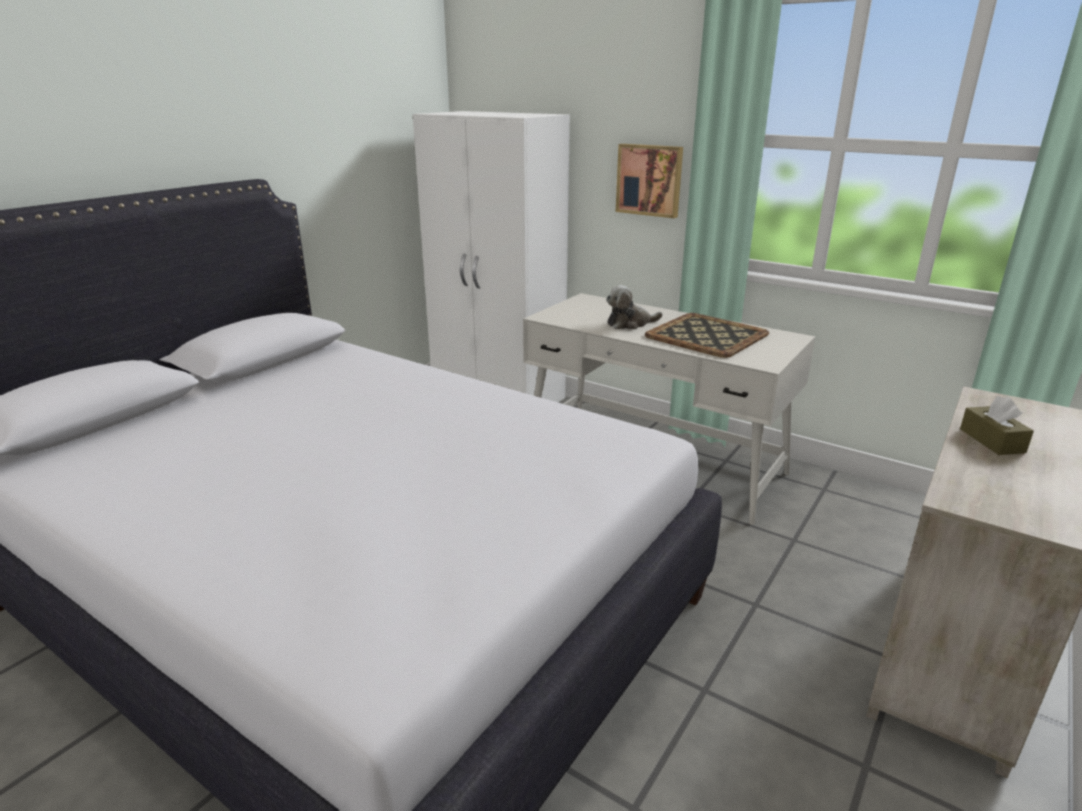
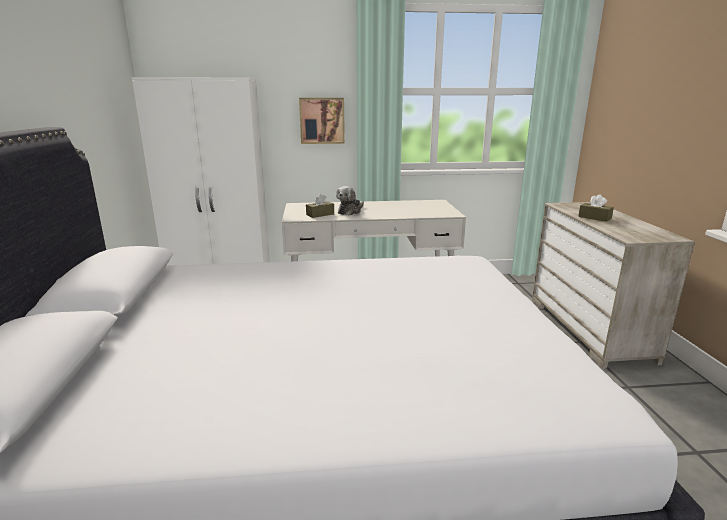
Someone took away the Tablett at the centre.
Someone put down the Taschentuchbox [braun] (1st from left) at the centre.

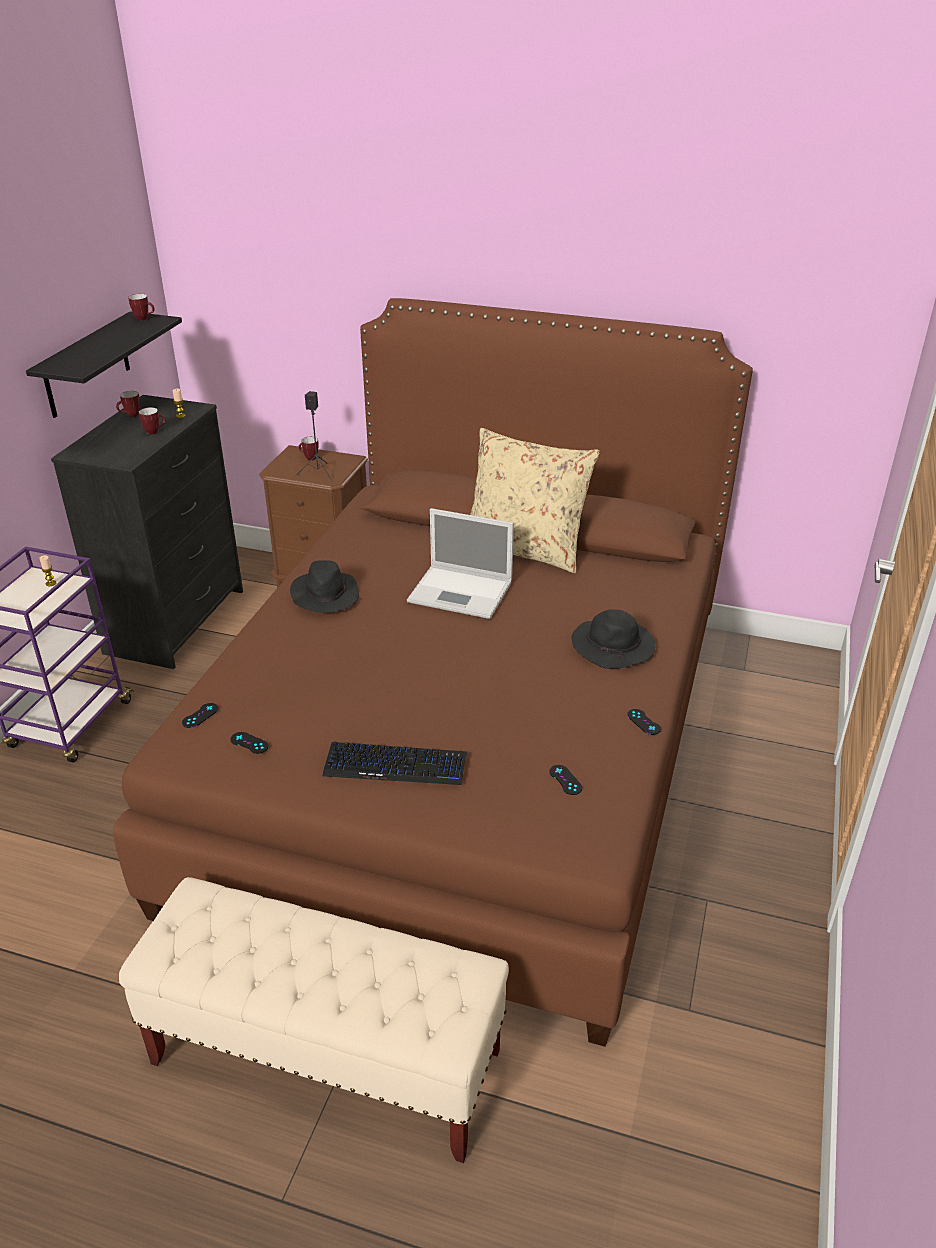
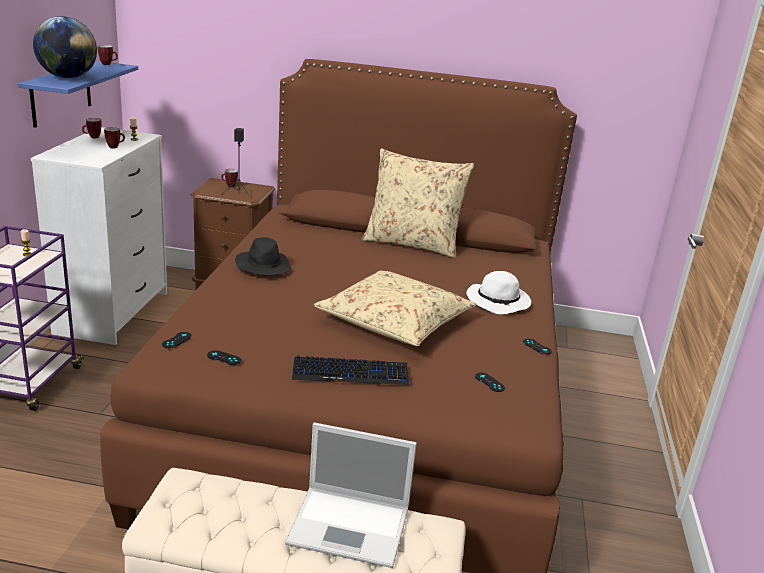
Someone repainted the Wandregal [schwarz] at the top left, which became the Wandregal [blau] at the top left.
Someone repainted the Kommode [schwarz] at the middle left, which became the Kommode [weiß] at the middle left.
Someone carried the Laptop from the centre to the bottom centre.
Someone repainted the Hut [schwarz] (2nd from left) at the centre, which became the Hut [weiß] at the centre.
Someone put down the Globus at the top left.
Someone put down the Kissen [beige] (1st from left) at the centre.

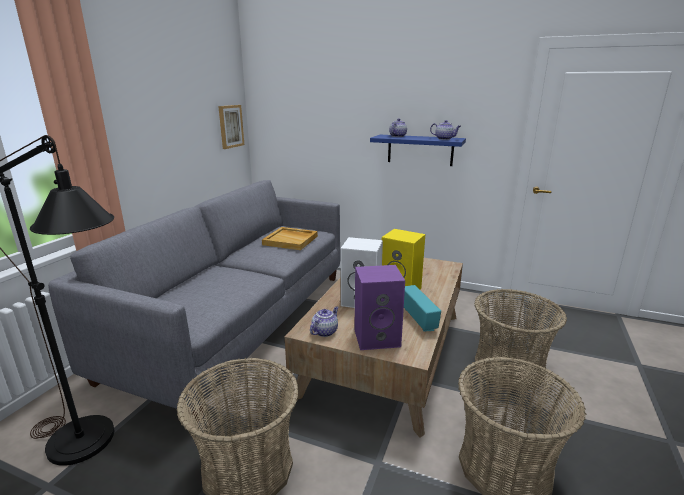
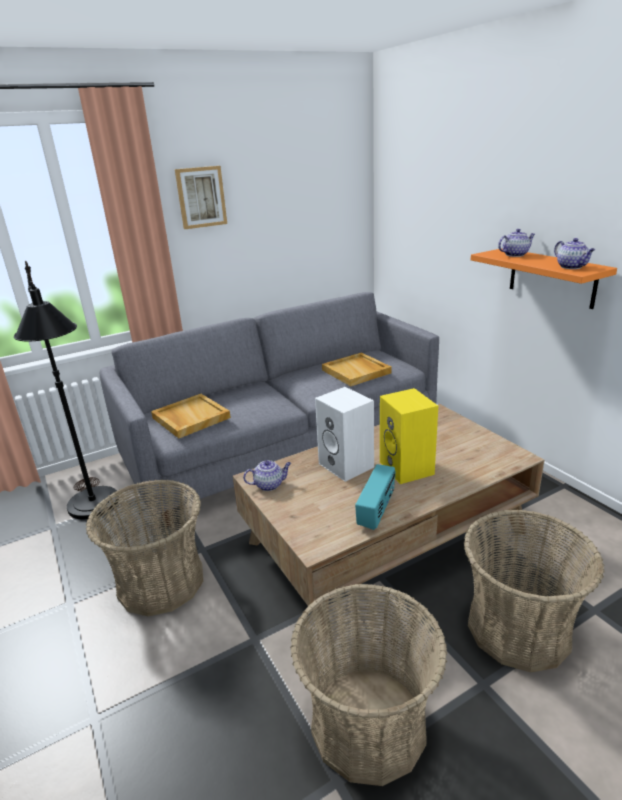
Someone carried the Bild from the top centre to the top left.
Someone took away the Lautsprecher [lila] at the centre.
Someone repainted the Wandregal [blau] at the top centre, which became the Wandregal [orange] at the middle right.
Someone put down the Tablett [beige] (1st from left) at the middle left.

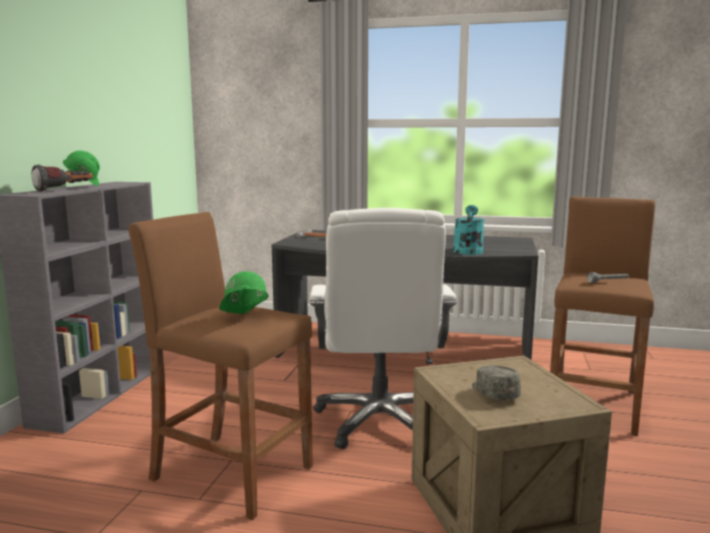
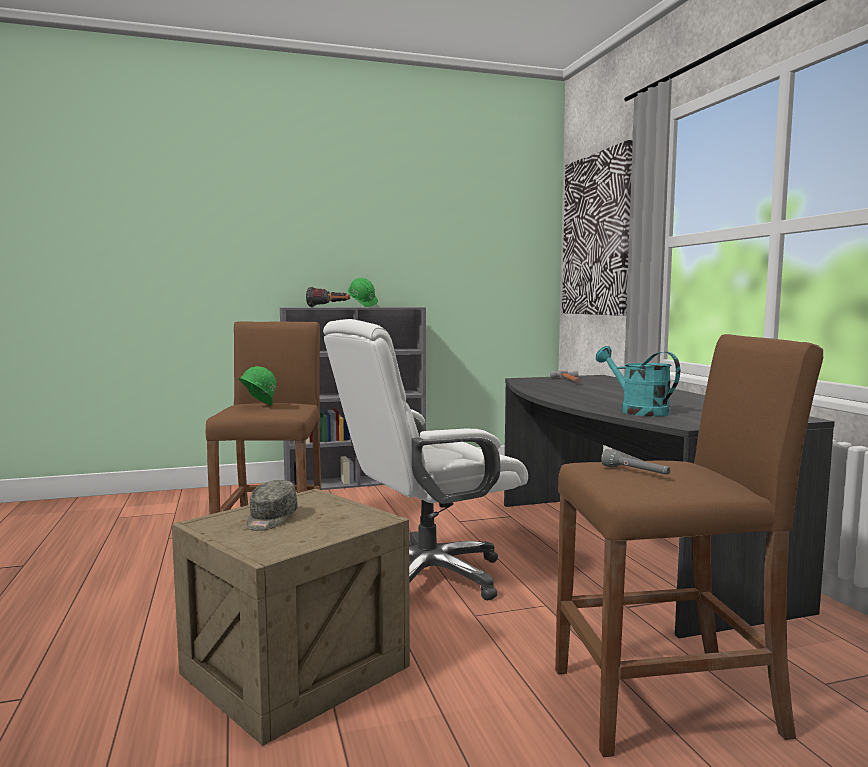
Someone rotated the Gießkanne [türkis] at the centre by 105 degrees counterclockwise.
Someone rotated the Kappe [grau] at the bottom right by 150 degrees clockwise.
Someone put up the Bild at the top right.

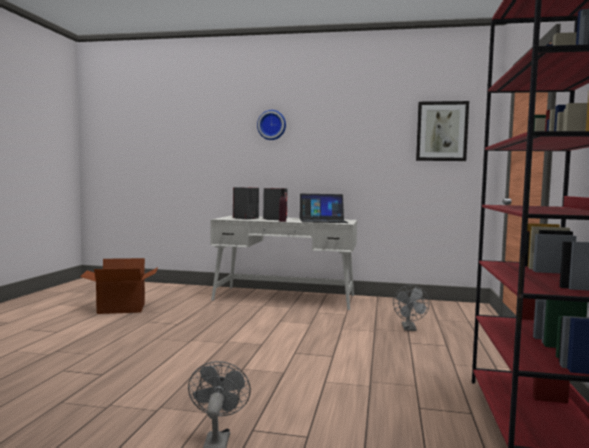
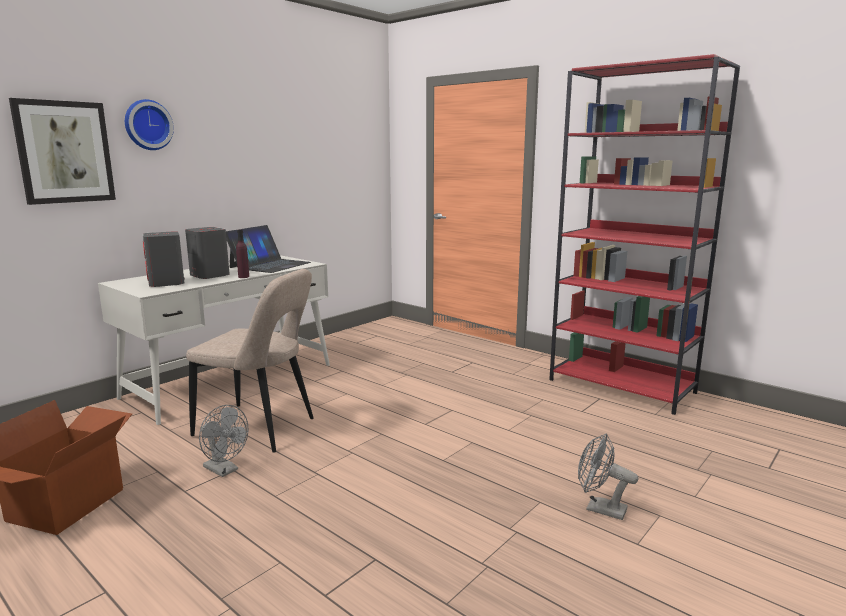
Someone carried the Ventilator [grau] (2nd from left in the first image) from the bottom right to the bottom left.
Someone carried the Bild from the top right to the top left.
Someone put down the Stuhl [beige] at the middle left.

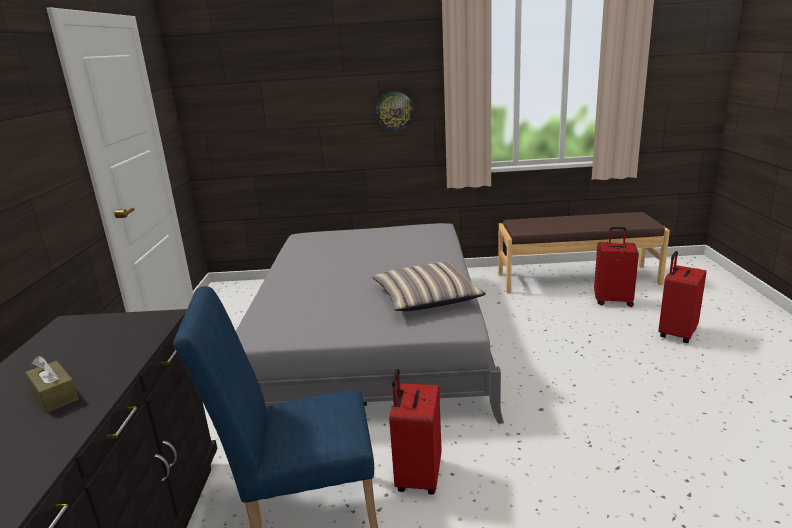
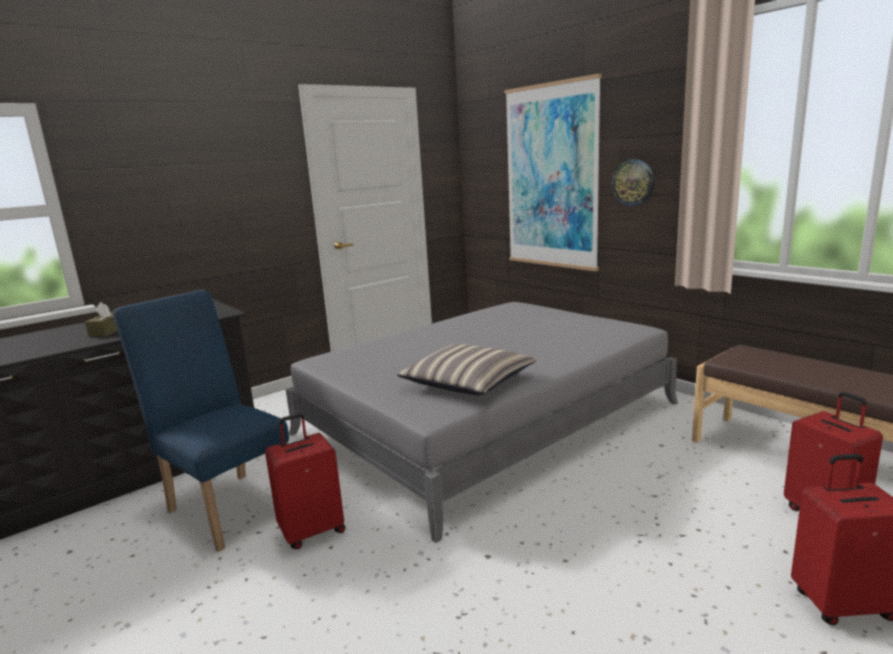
Someone put up the Bild at the top centre.

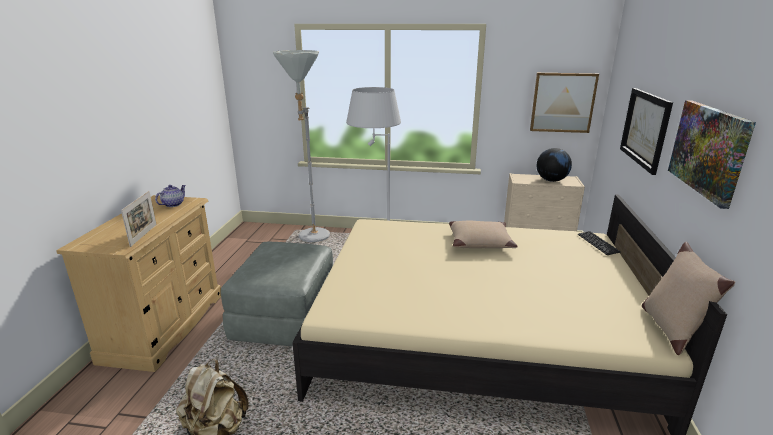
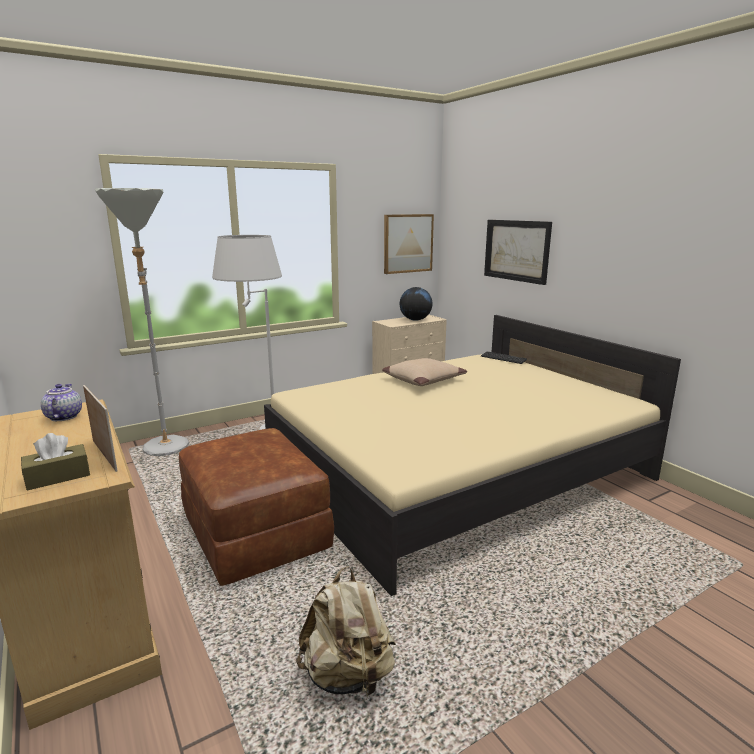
Someone repainted the Polsterhocker [grau] at the bottom centre, which became the Polsterhocker [braun] at the bottom centre.
Someone took away the Kissen [beige] (2nd from left) at the bottom right.
Someone took away the Bild (3rd from left) at the middle right.
Someone put down the Taschentuchbox [braun] at the middle left.

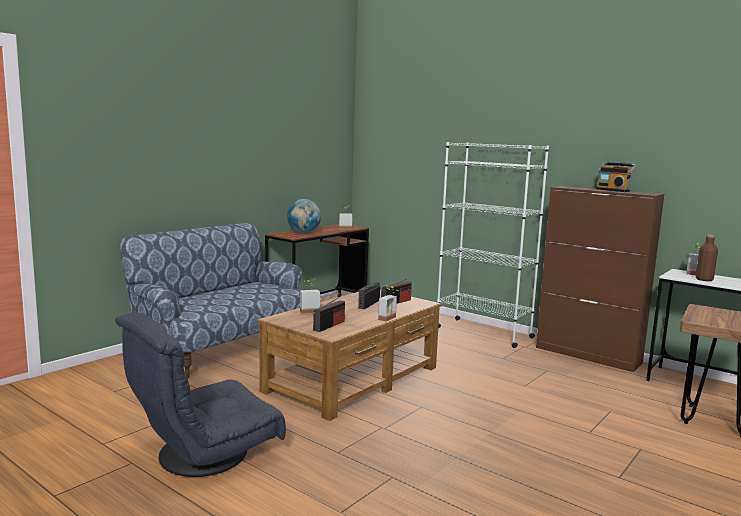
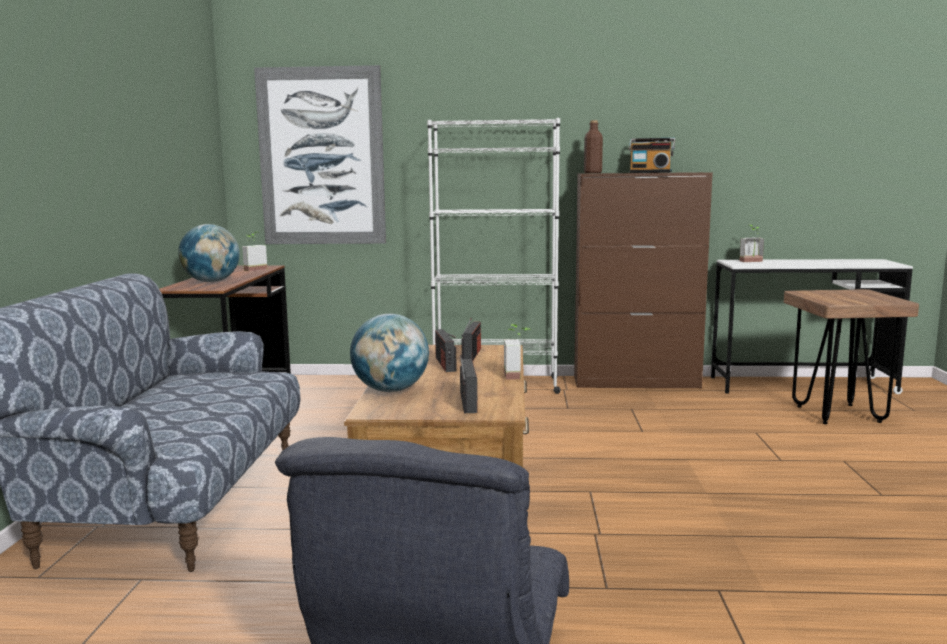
Someone swapped the Topfpflanze (1st from left) at the centre for the Globus (2nd from left) at the centre.
Someone carried the Flasche [braun] from the middle right to the top centre.
Someone put up the Bild at the top centre.

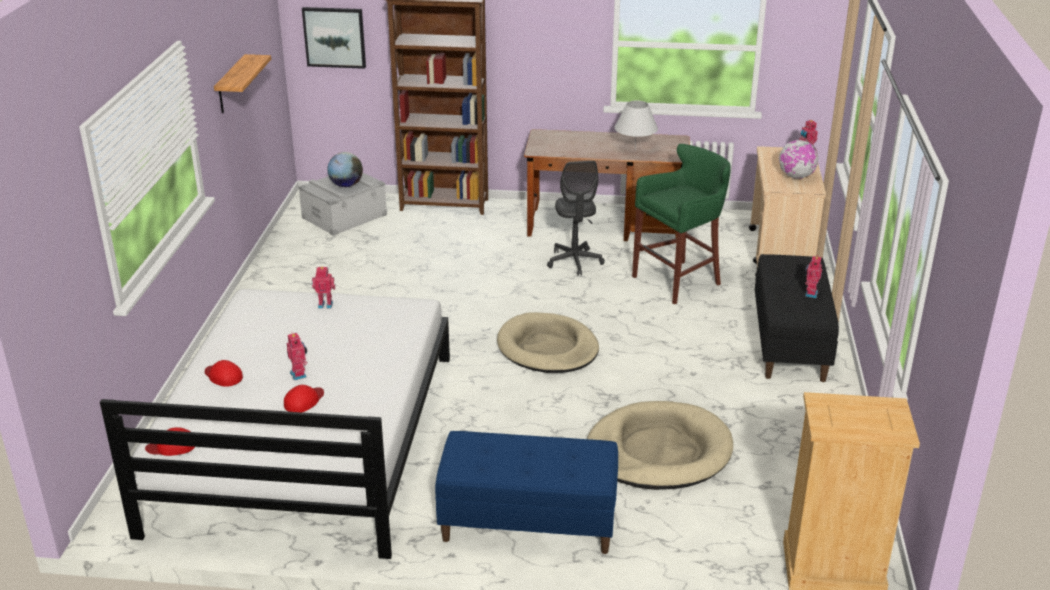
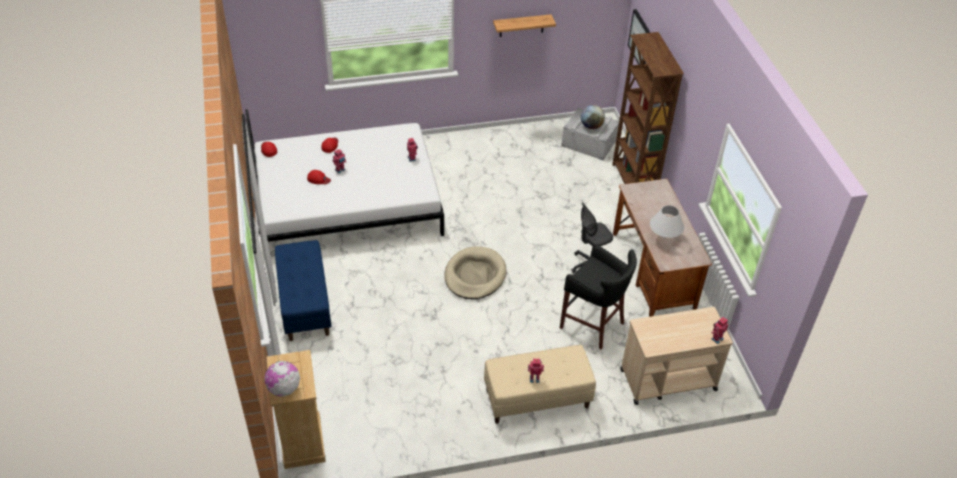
Someone took away the Hundebett [beige] (2nd from left) at the bottom centre.
Someone repainted the Hocker [grün] at the centre, which became the Hocker [schwarz] at the centre.
Someone repainted the Bank [schwarz] at the middle right, which became the Bank [beige] at the bottom centre.
Someone carried the Globus (2nd from left in the first image) from the top right to the bottom left.

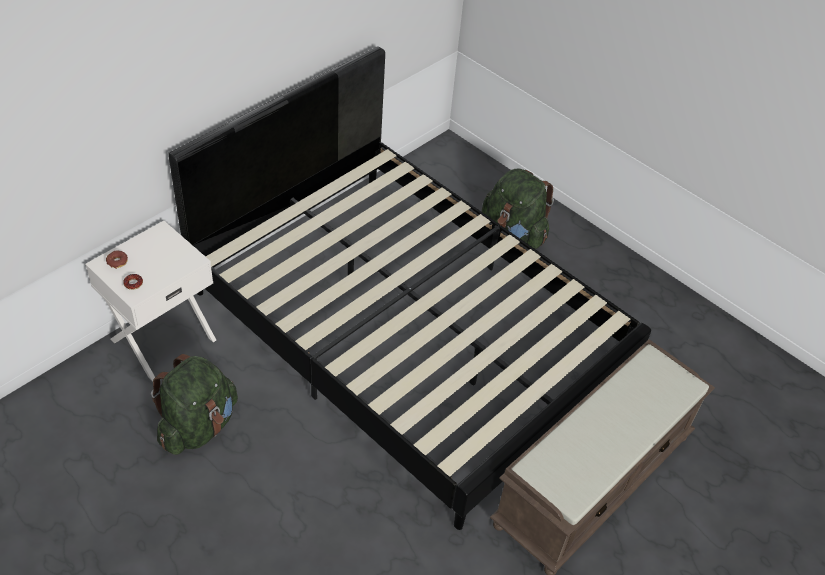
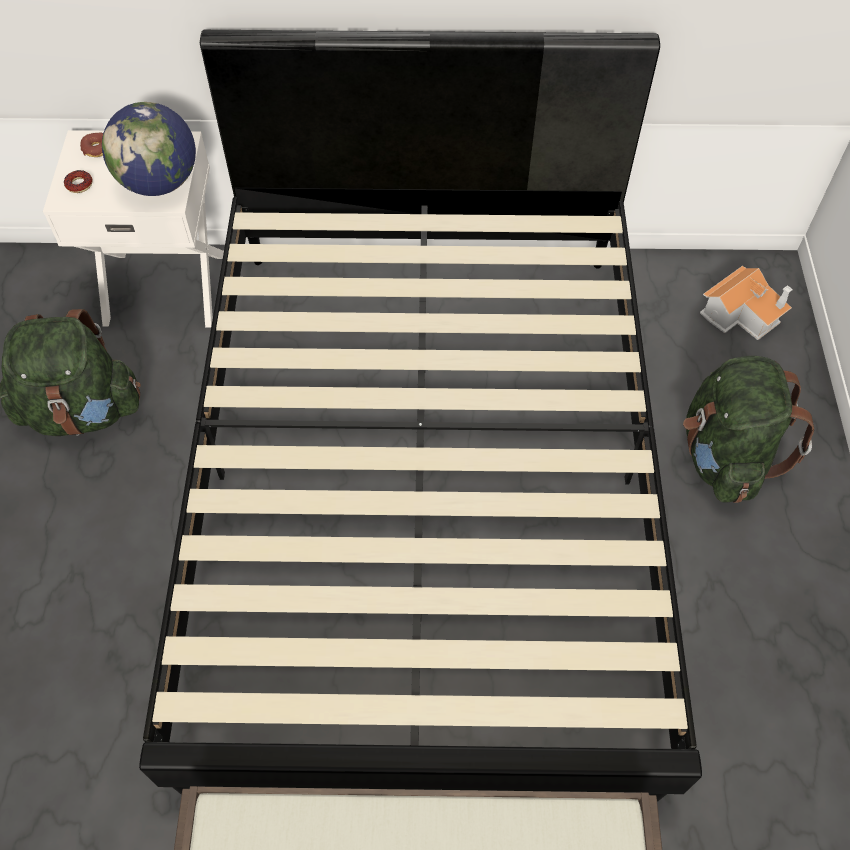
Someone put down the Globus at the top left.
Someone put down the Spielzeughaus at the middle right.

